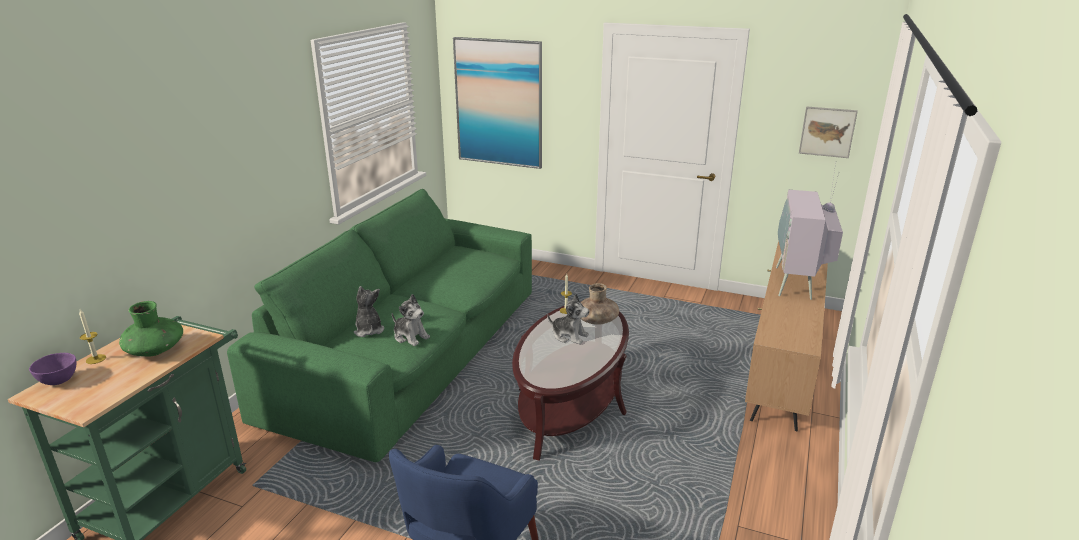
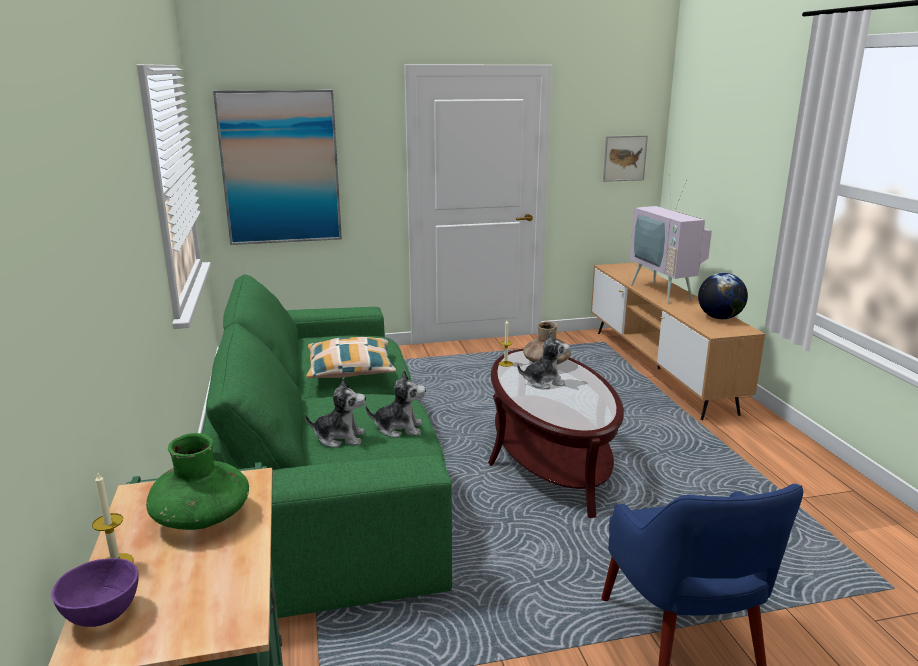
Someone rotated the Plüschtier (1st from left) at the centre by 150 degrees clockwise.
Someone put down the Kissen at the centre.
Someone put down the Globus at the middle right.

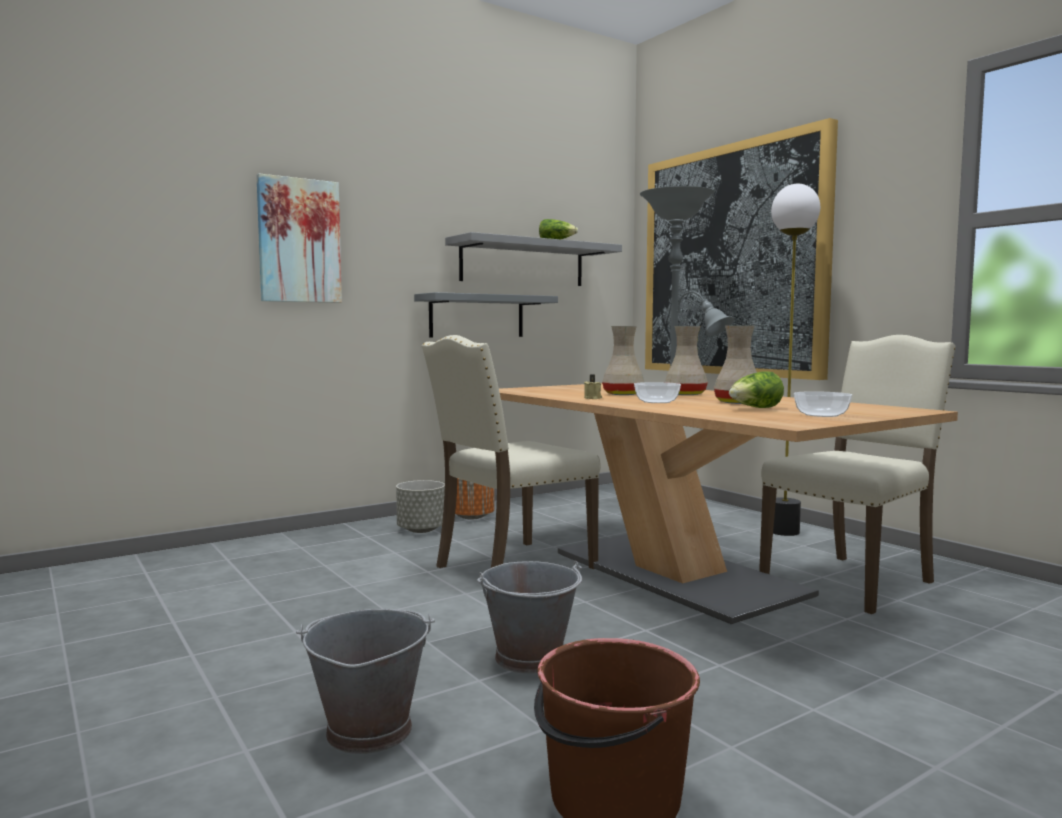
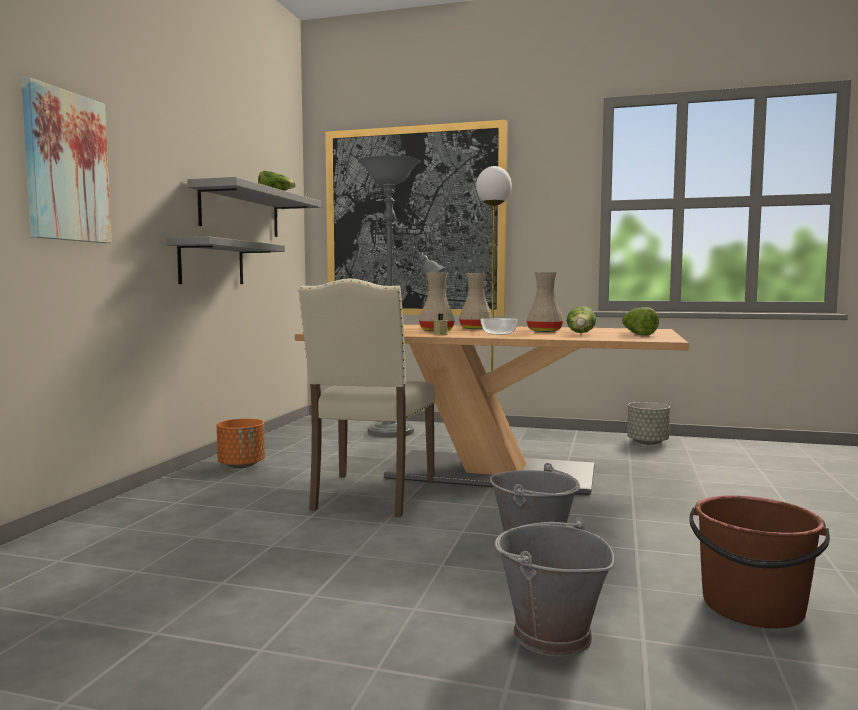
Someone carried the Pflanzkübel [grau] from the centre to the middle right.
Someone took away the Stuhl [beige] (2nd from left) at the middle right.
Someone swapped the Schüssel (2nd from left) at the middle right for the Salatkopf (3rd from left) at the middle right.

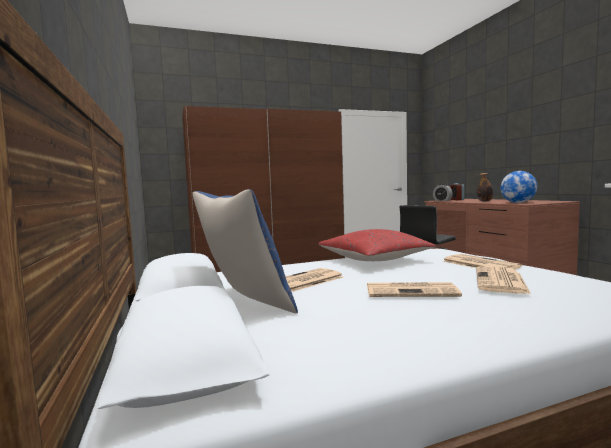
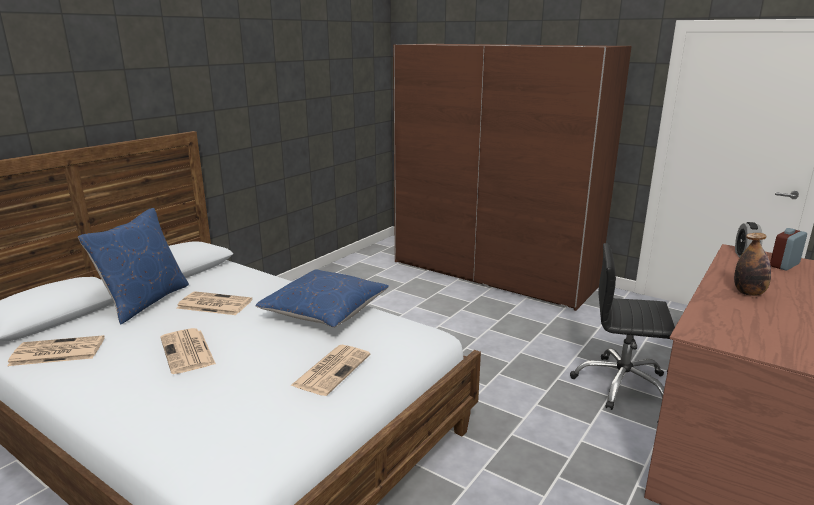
Someone repainted the Kissen [rot] at the centre, which became the Kissen [blau] (2nd from left) at the centre.
Someone carried the Zeitung (4th from left in the first image) from the middle right to the bottom left.
Someone took away the Globus at the middle right.

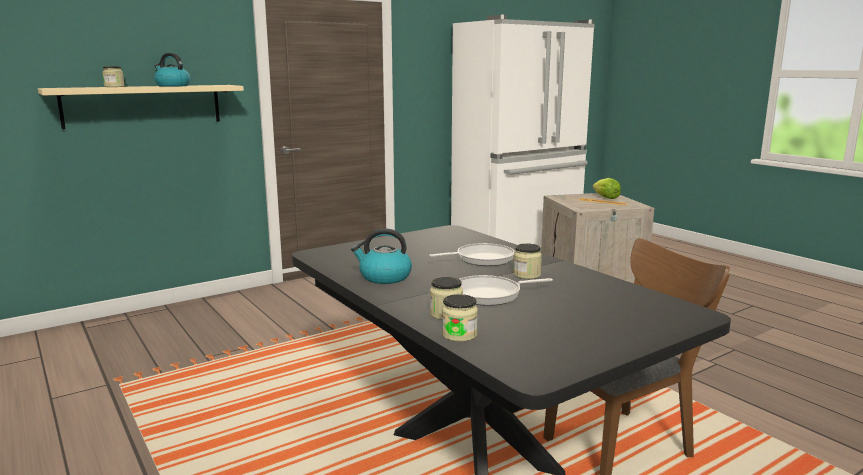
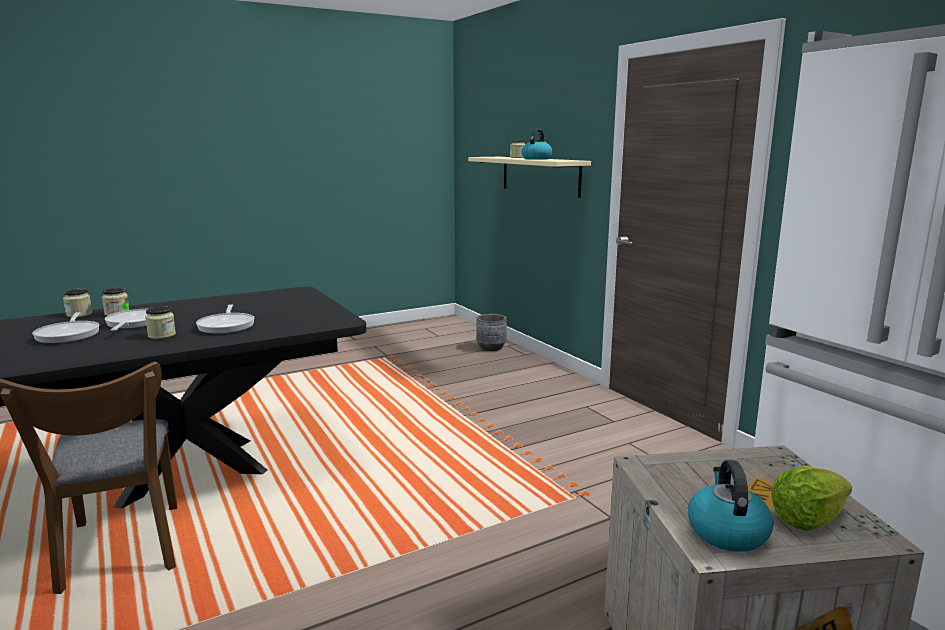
Someone carried the Wasserkessel (2nd from left) from the centre to the bottom right.
Someone put down the Pfanne (1st from left) at the middle left.
Someone put down the Pflanzkübel [grau] at the centre.

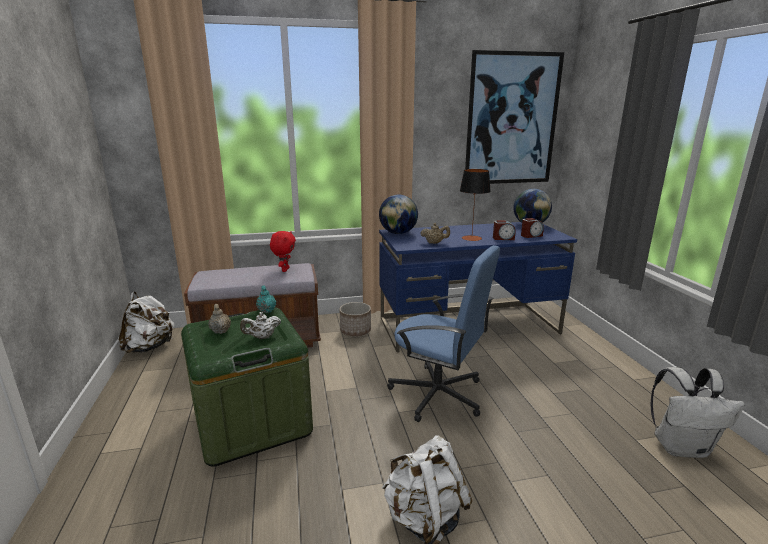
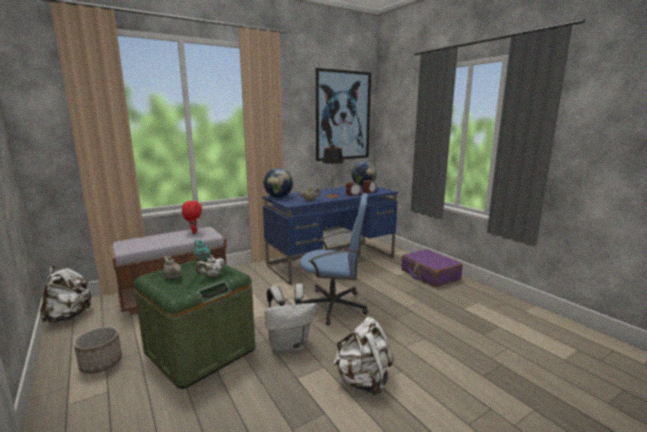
Someone carried the Pflanzkübel from the centre to the bottom left.
Someone carried the Rucksack [weiß] (3rd from left in the first image) from the bottom right to the bottom centre.
Someone put down the Koffer [lila] at the middle right.

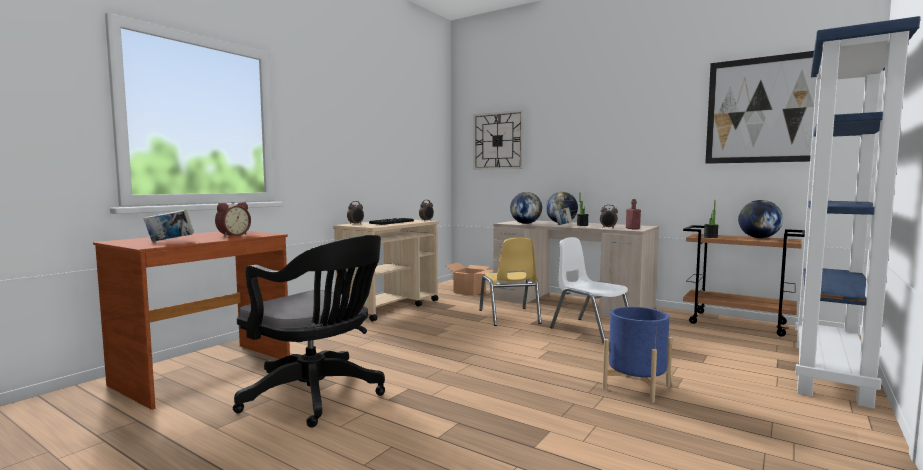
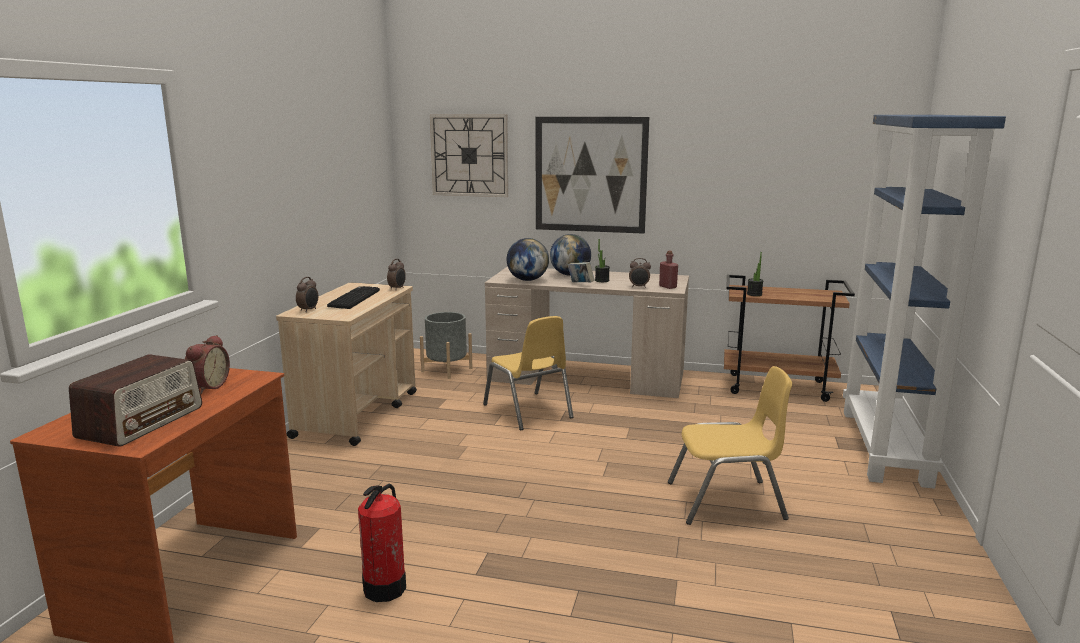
Someone swapped the Buch (1st from left) at the middle left for the Radio at the middle left.
Someone swapped the Bürostuhl [schwarz] at the bottom centre for the Feuerlöscher at the bottom centre.
Someone swapped the Karton at the centre for the Pflanzkübel [grau] at the centre.
Someone took away the Stuhl [weiß] at the centre.
Someone swapped the Pflanzkübel [blau] at the bottom right for the Stuhl [gelb] (2nd from left) at the bottom right.
Someone carried the Bild from the top right to the top centre.
Someone took away the Globus (3rd from left) at the middle right.

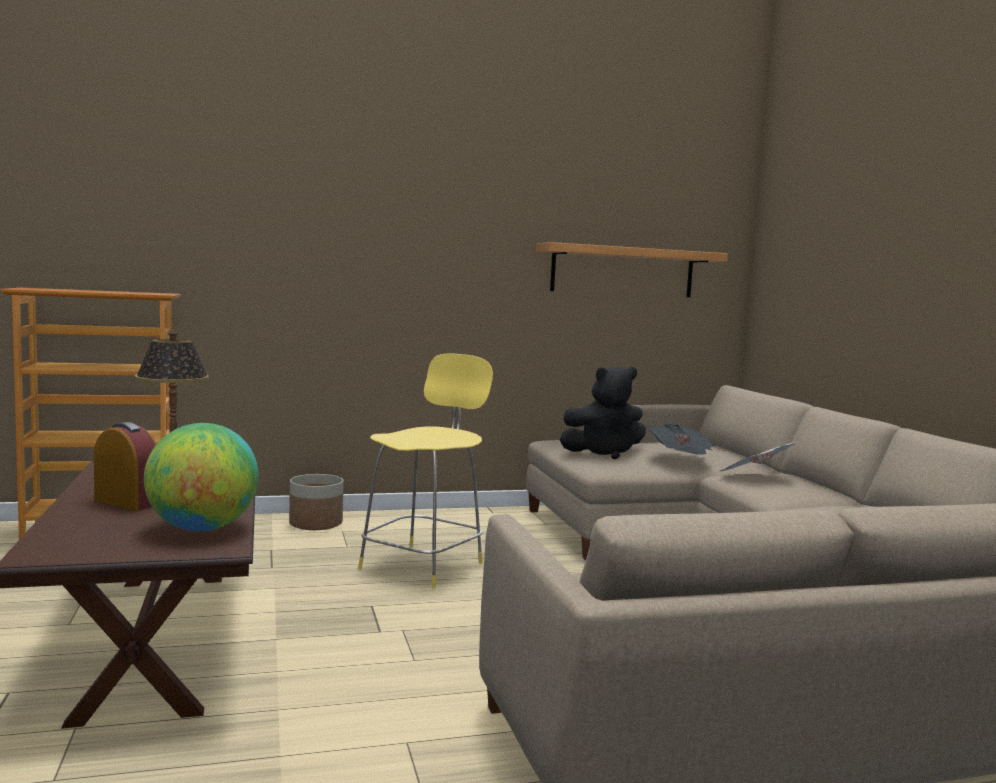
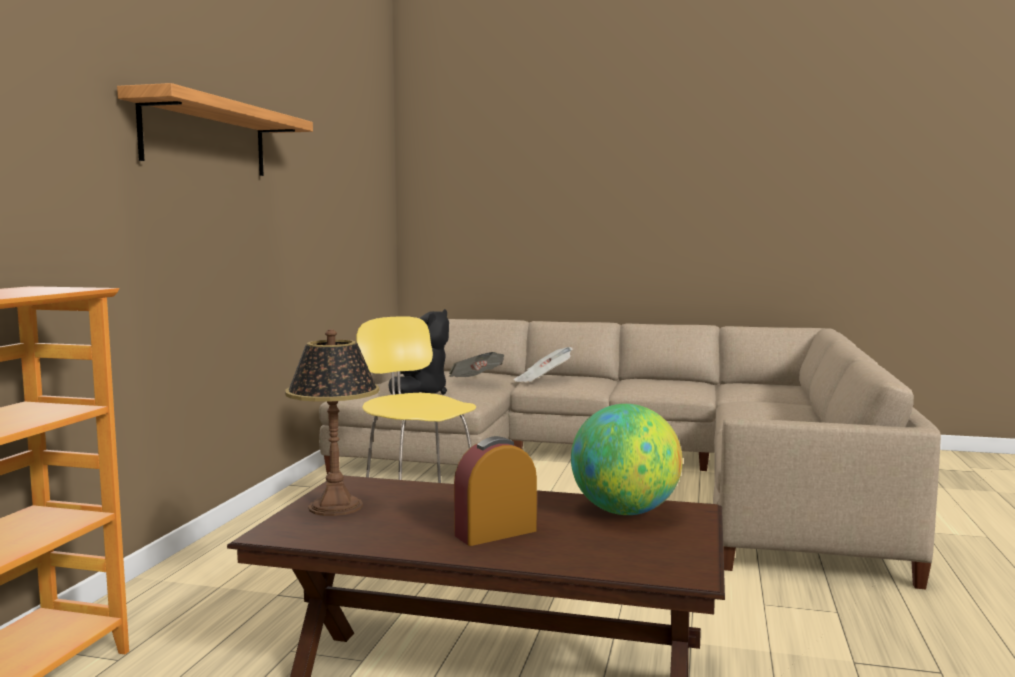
Someone took away the Pflanzkübel at the middle left.
Someone carried the Wandregal from the centre to the top left.

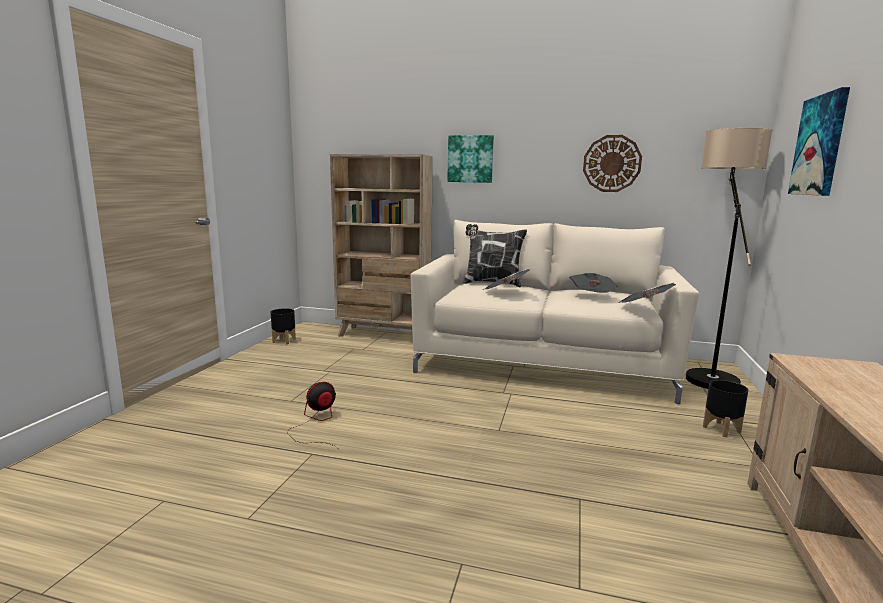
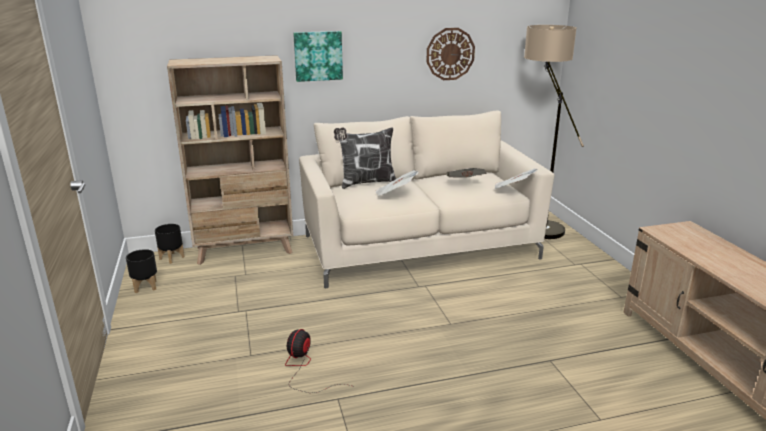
Someone carried the Pflanzkübel [schwarz] (2nd from left) from the bottom right to the middle left.
Someone took away the Bild (2nd from left) at the top right.

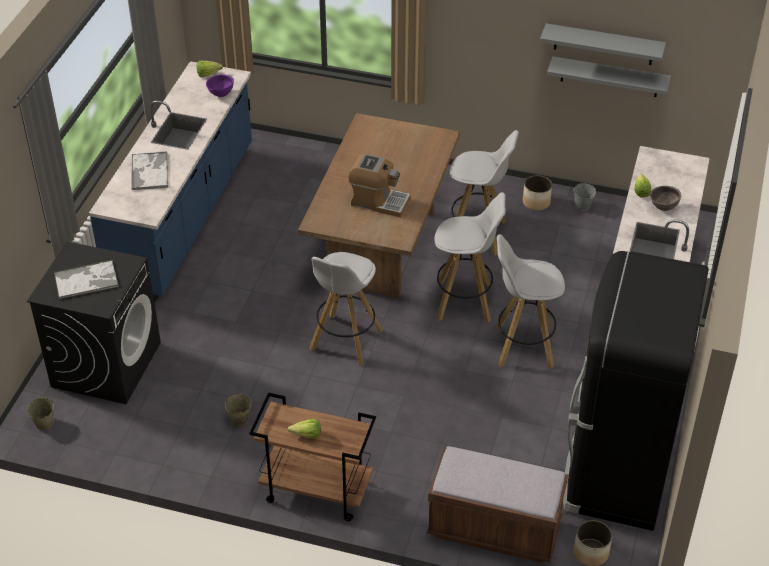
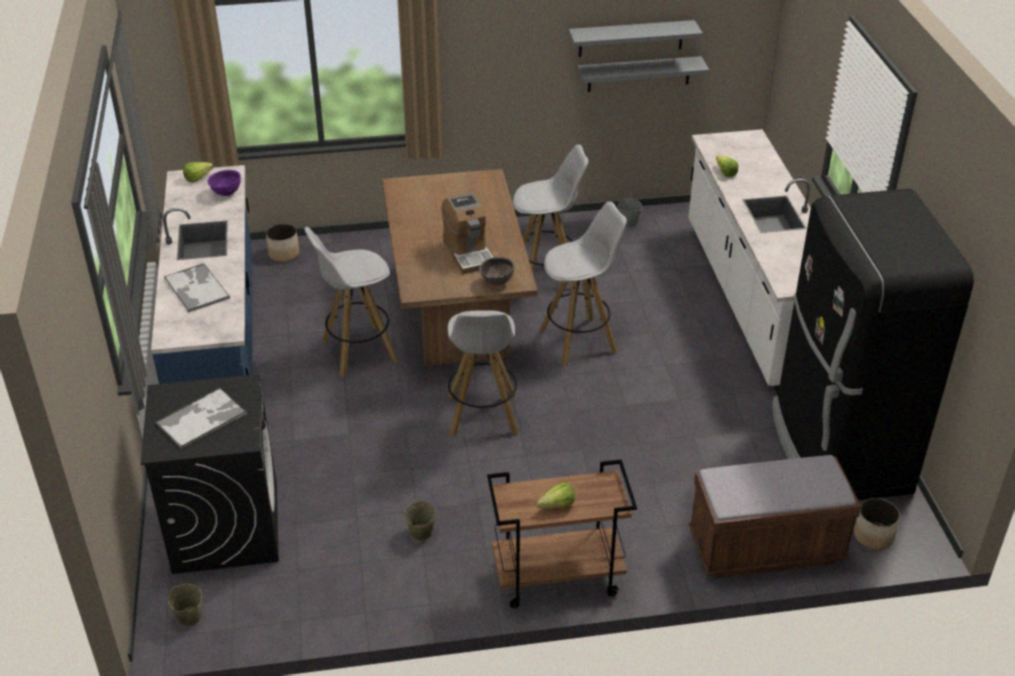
Someone rotated the Kaffeemaschine at the top centre by 75 degrees clockwise.
Someone carried the Hocker [weiß] (4th from left in the first image) from the middle right to the centre.
Someone carried the Pflanzkübel (1st from left) from the middle right to the middle left.
Someone carried the Schüssel [braun] from the middle right to the centre.

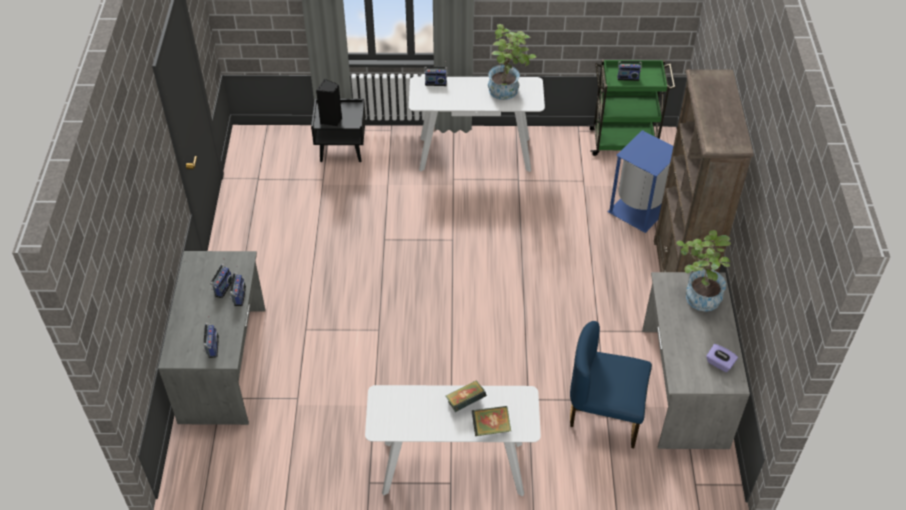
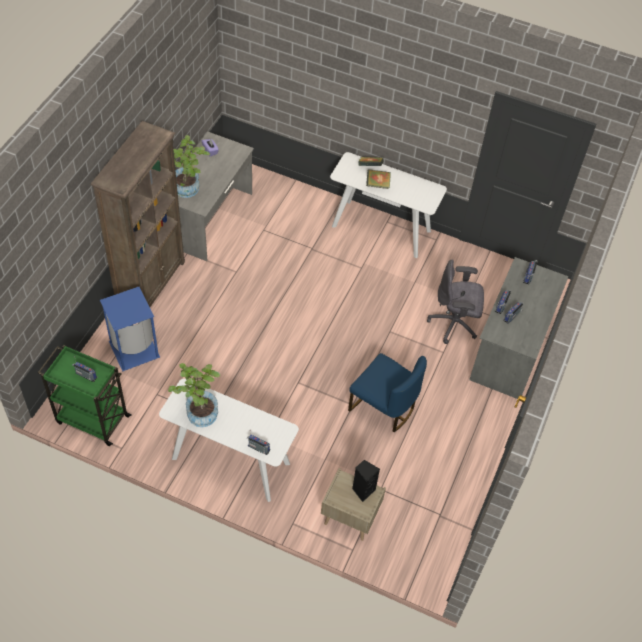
Someone repainted the Nachttisch [schwarz] at the top centre, which became the Nachttisch [beige] at the bottom centre.
Someone carried the Stuhl [blau] from the bottom right to the centre.
Someone put down the Bürostuhl [grau] at the middle right.

